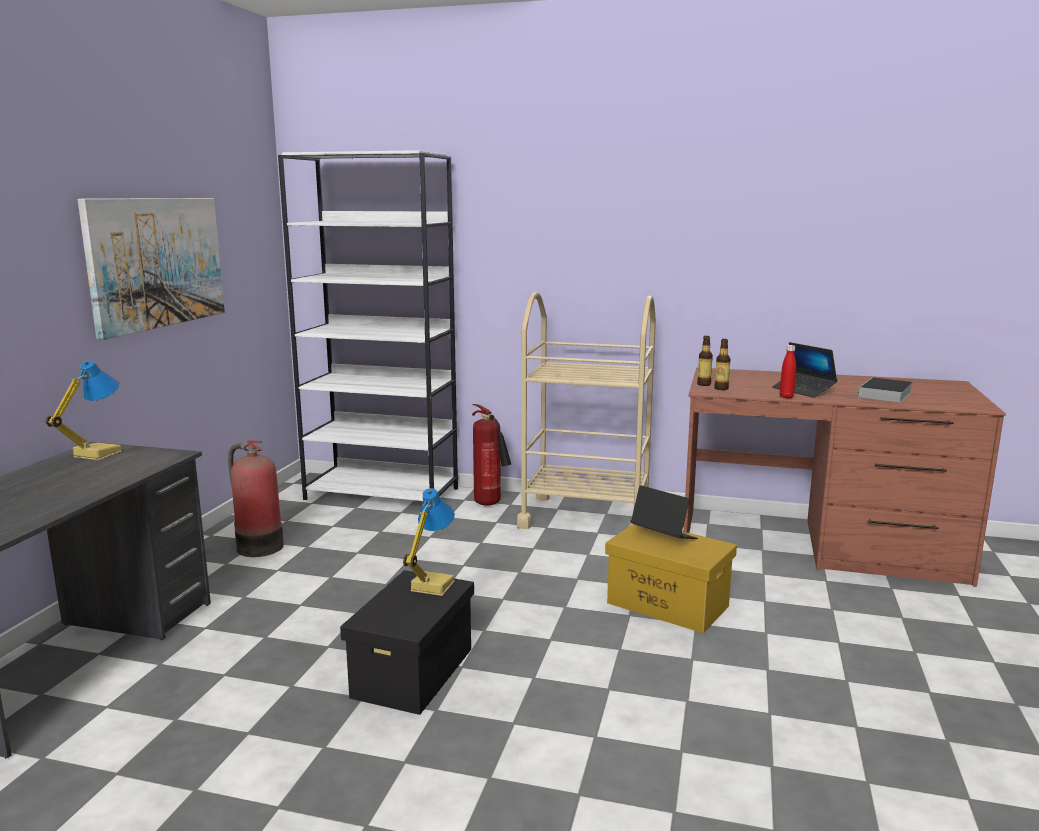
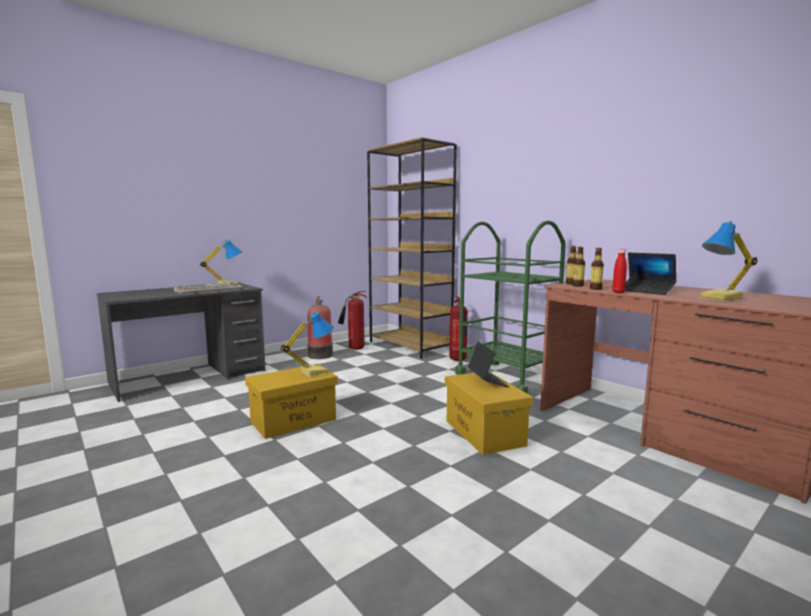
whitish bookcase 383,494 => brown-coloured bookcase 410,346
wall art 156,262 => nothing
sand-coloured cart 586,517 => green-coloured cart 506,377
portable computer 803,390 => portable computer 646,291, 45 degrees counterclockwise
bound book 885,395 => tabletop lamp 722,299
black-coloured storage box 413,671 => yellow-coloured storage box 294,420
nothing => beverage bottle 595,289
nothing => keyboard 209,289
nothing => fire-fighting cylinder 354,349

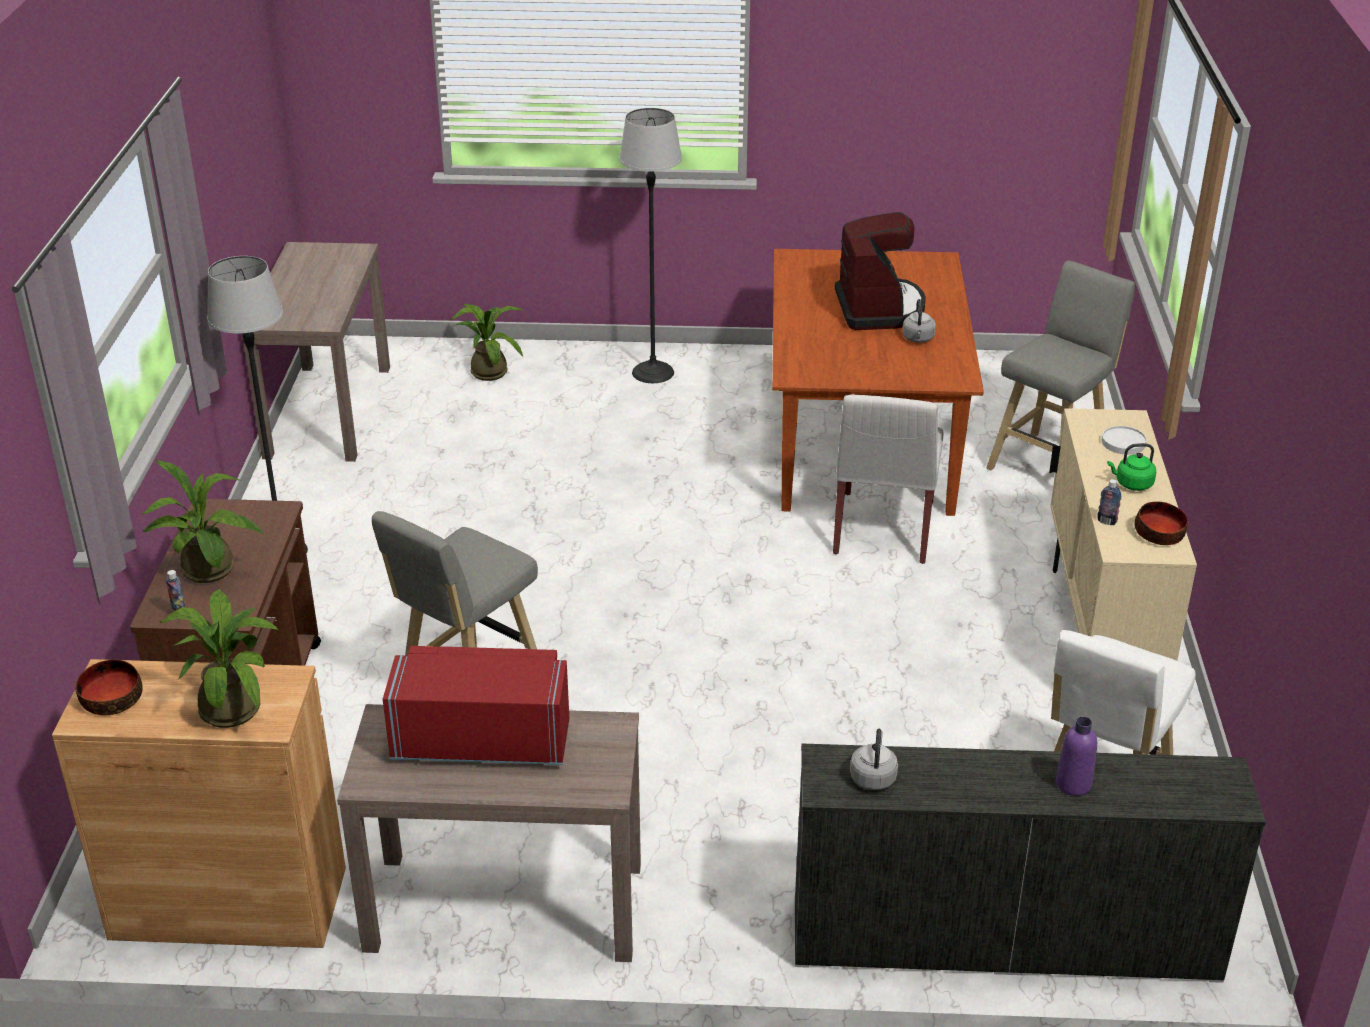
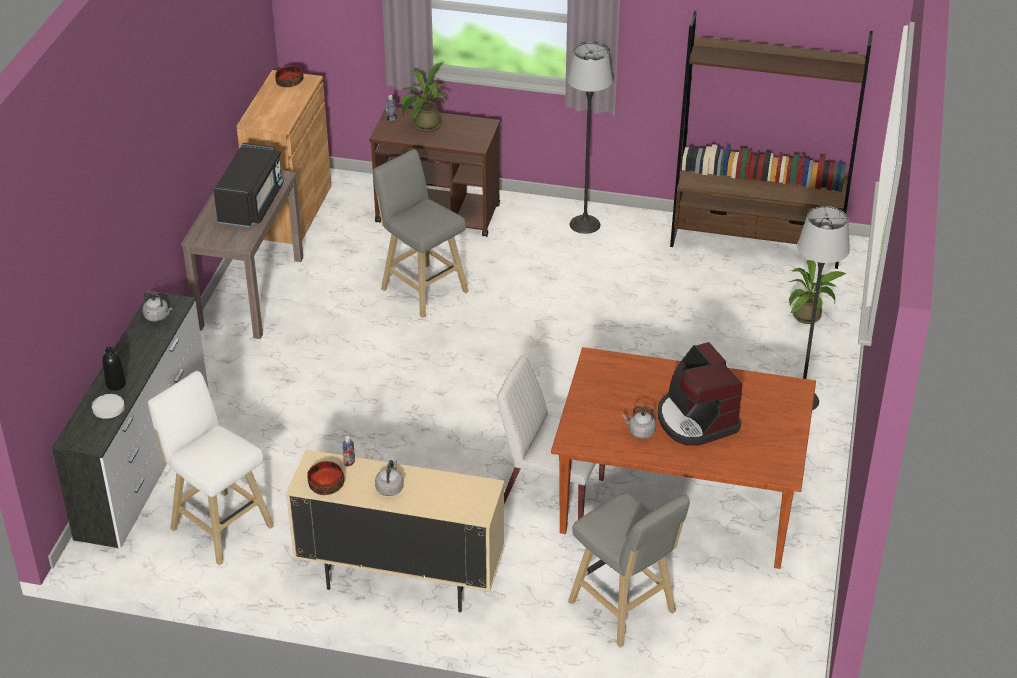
coffee brewer 879,308 => coffee brewer 696,420, 60 degrees clockwise
brown-coloured narrow table 328,410 => brown-coloured bookcase 756,242
whitish dinner plate 1123,443 => whitish dinner plate 108,408, shifted
green-coloured water kettle 1131,484 => grey water kettle 390,488
plant in a pot 233,705 => nothing
red kitchen microwave 482,741 => black-coloured kitchen microwave 251,204
purplish beverage bottle 1073,784 => black-coloured beverage bottle 116,384

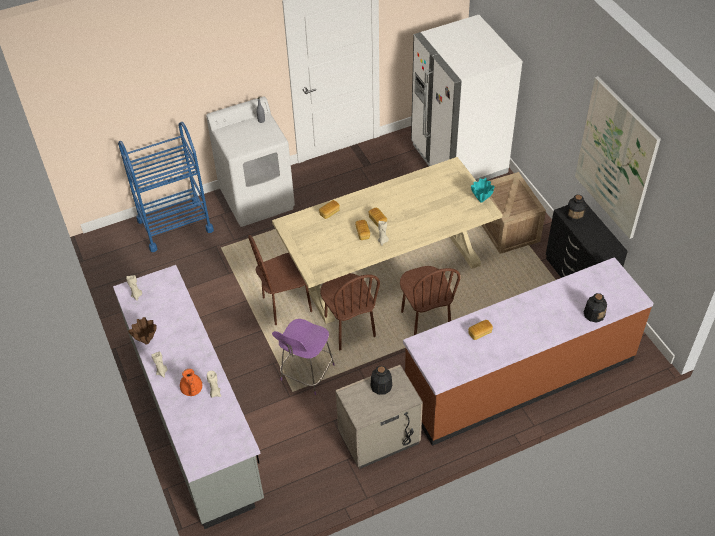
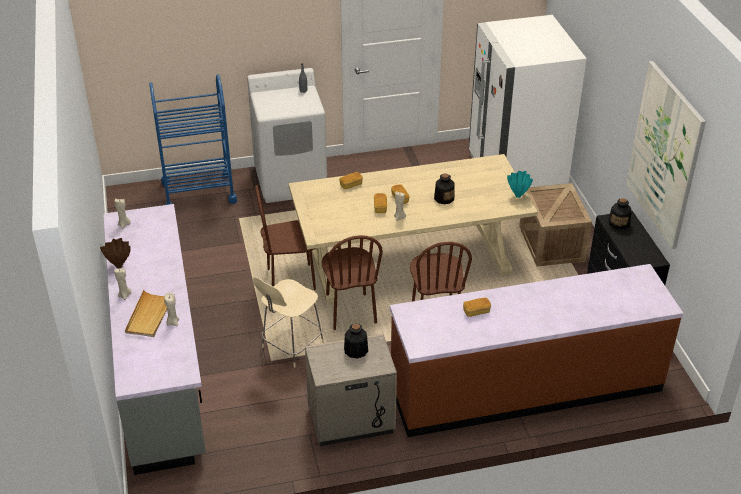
beverage bottle 594,314 => beverage bottle 444,198, shifted
purplish stool 306,374 => sand-coloured stool 291,346
orangey pot for tea 192,390 => sand-coloured tray 149,315

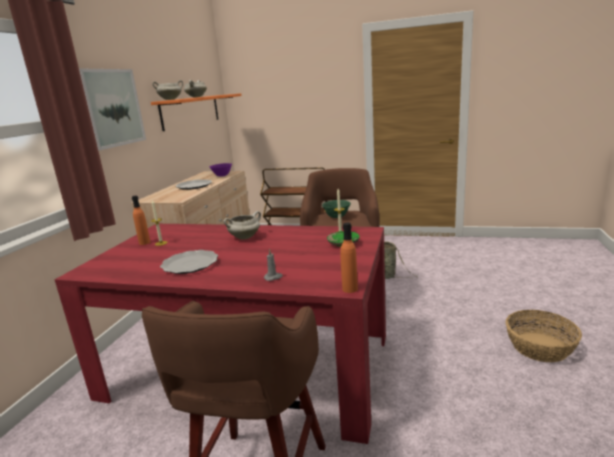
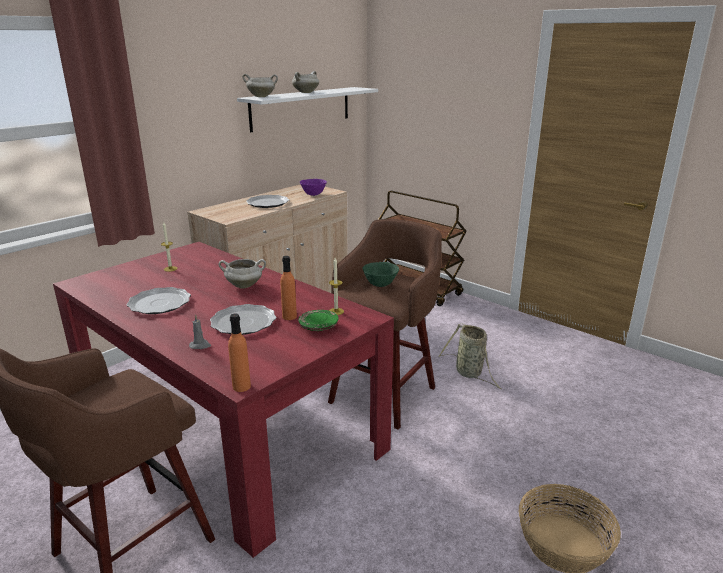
wall art 111,108 => nothing
orangey bracket shelf 191,111 => whitish bracket shelf 301,108
orangey beverage bottle 144,243 => orangey beverage bottle 289,316, shifted
nothing => dinner plate 244,322

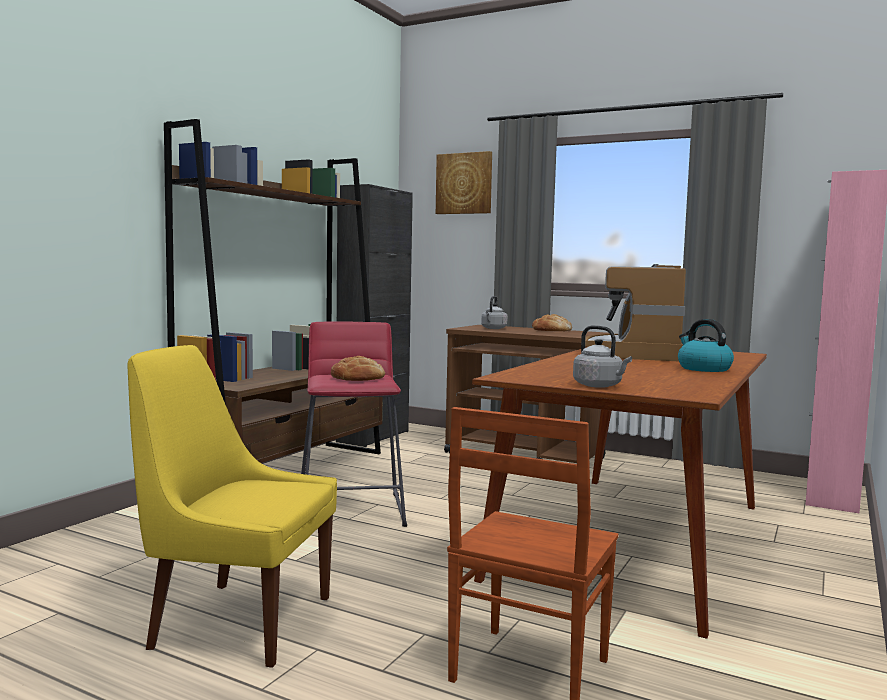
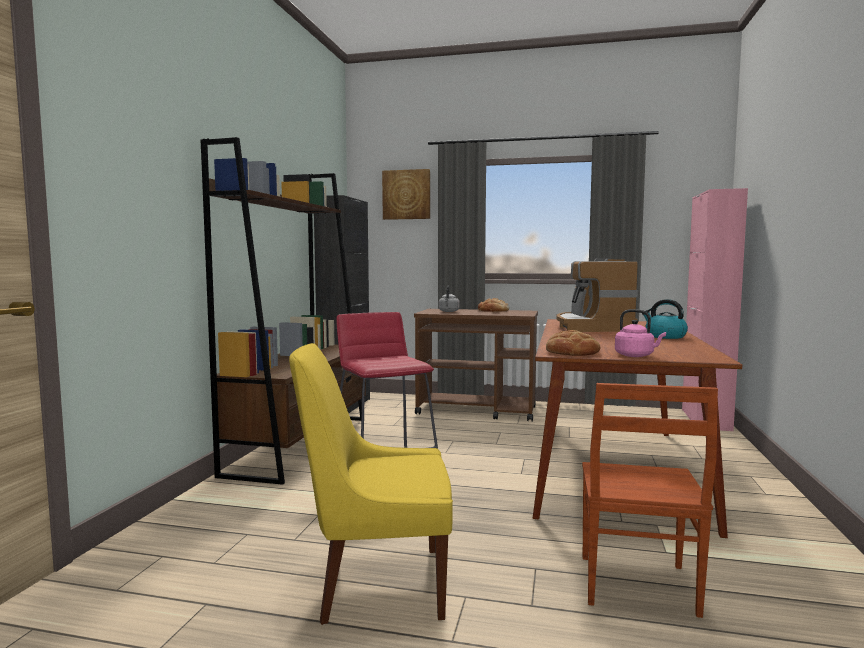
grey water kettle 599,386 => pink-coloured water kettle 636,355
bread 358,378 => bread 572,352, shifted

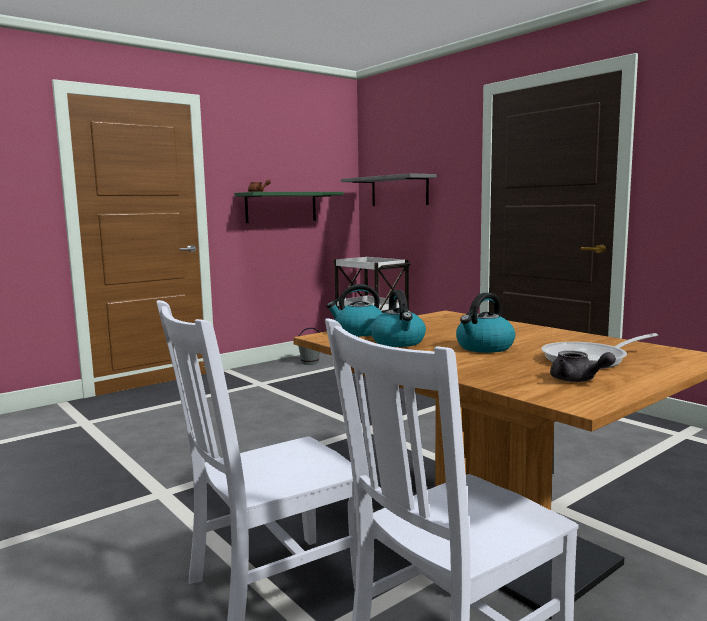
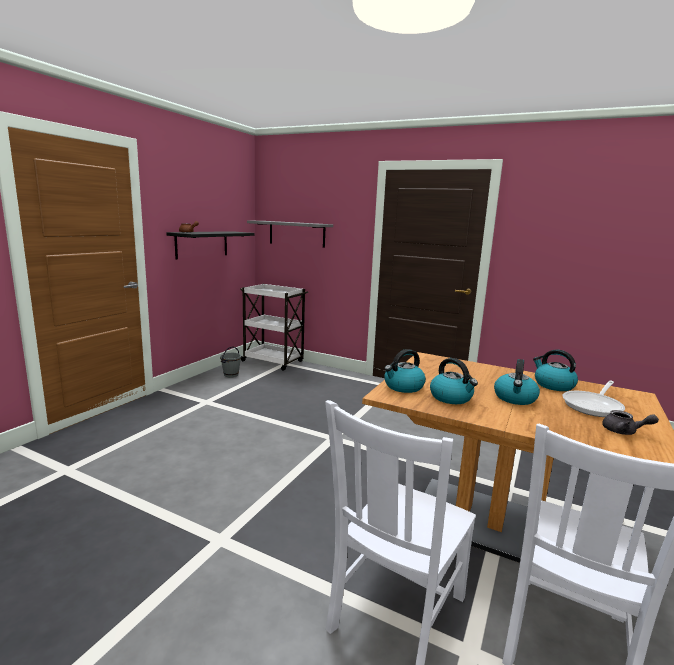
green-coloured bracket shelf 281,207 => black-coloured bracket shelf 202,244
nothing => water kettle 553,385

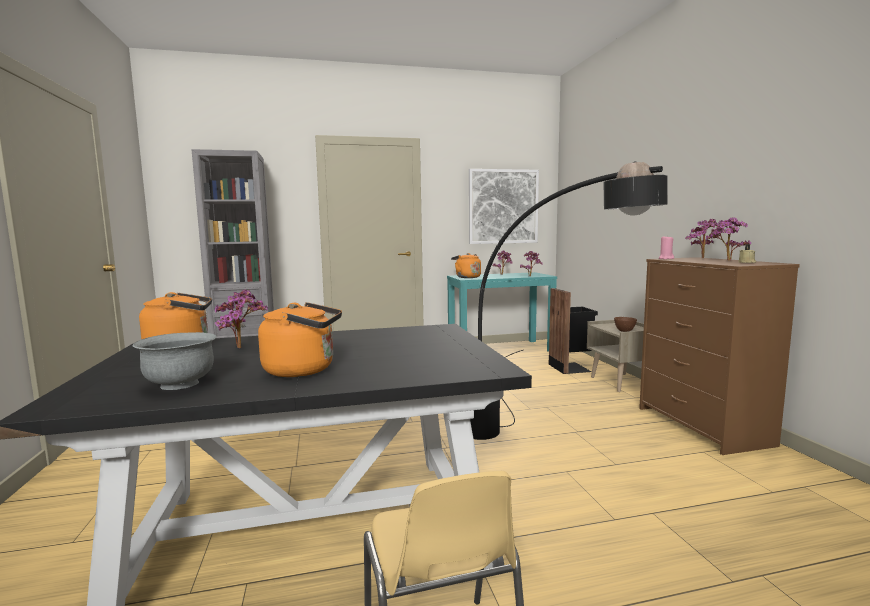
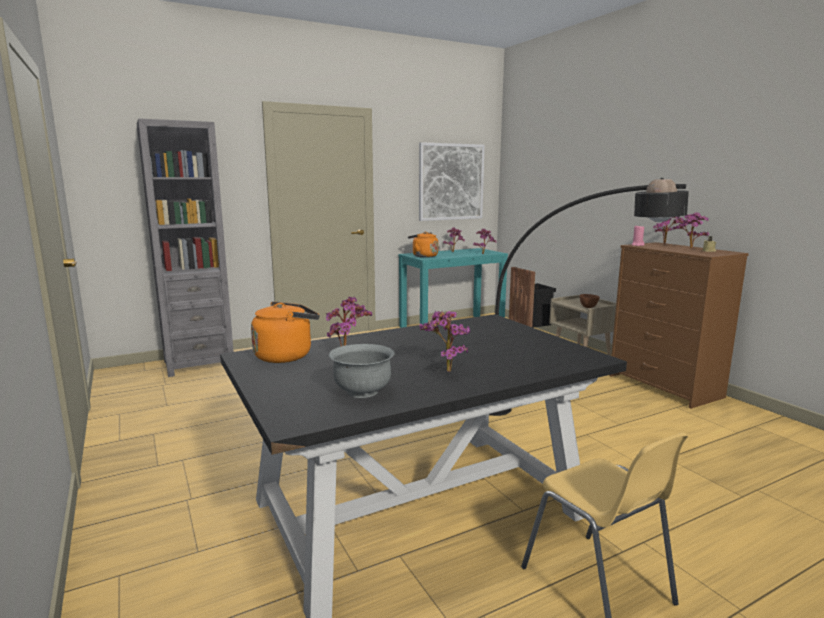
orangey water kettle 304,370 => plant in a pot 445,370

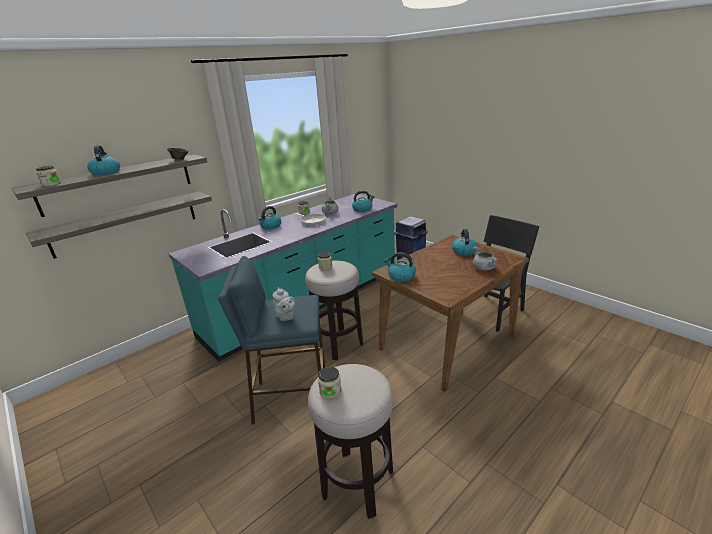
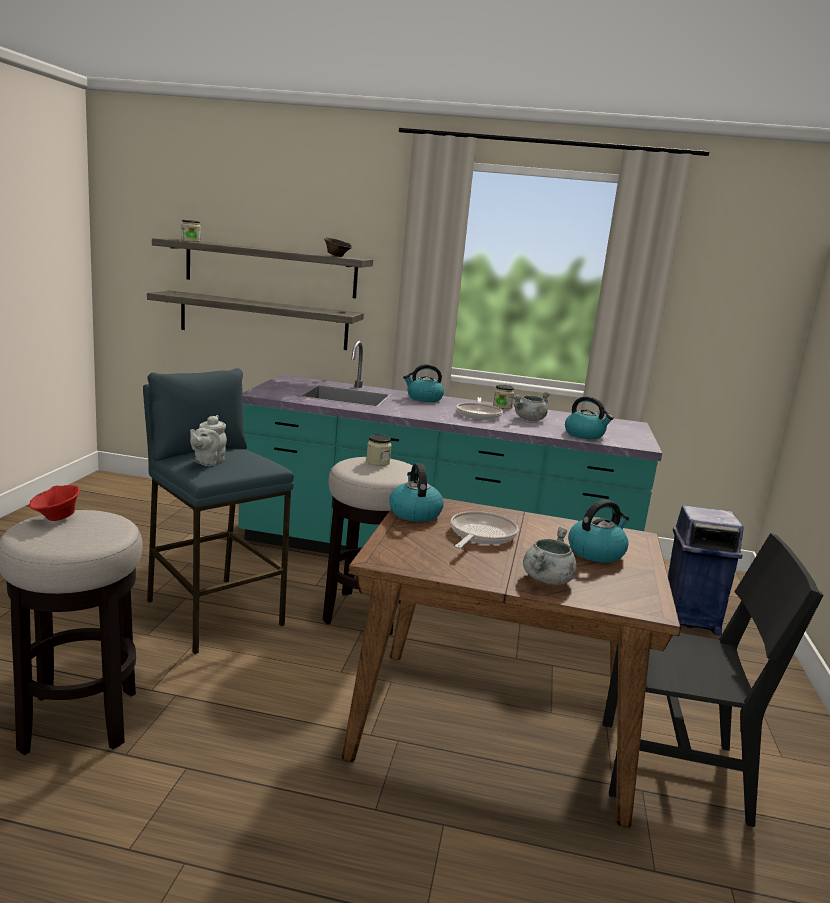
water kettle 106,172 => nothing
storage jar 330,391 => red deep dish 56,518
nothing => pan 481,535

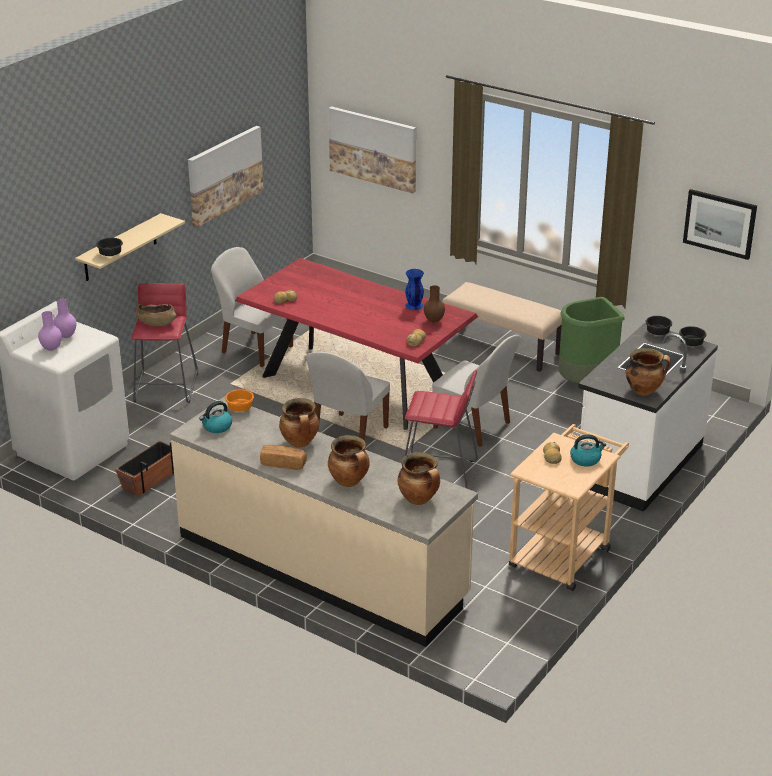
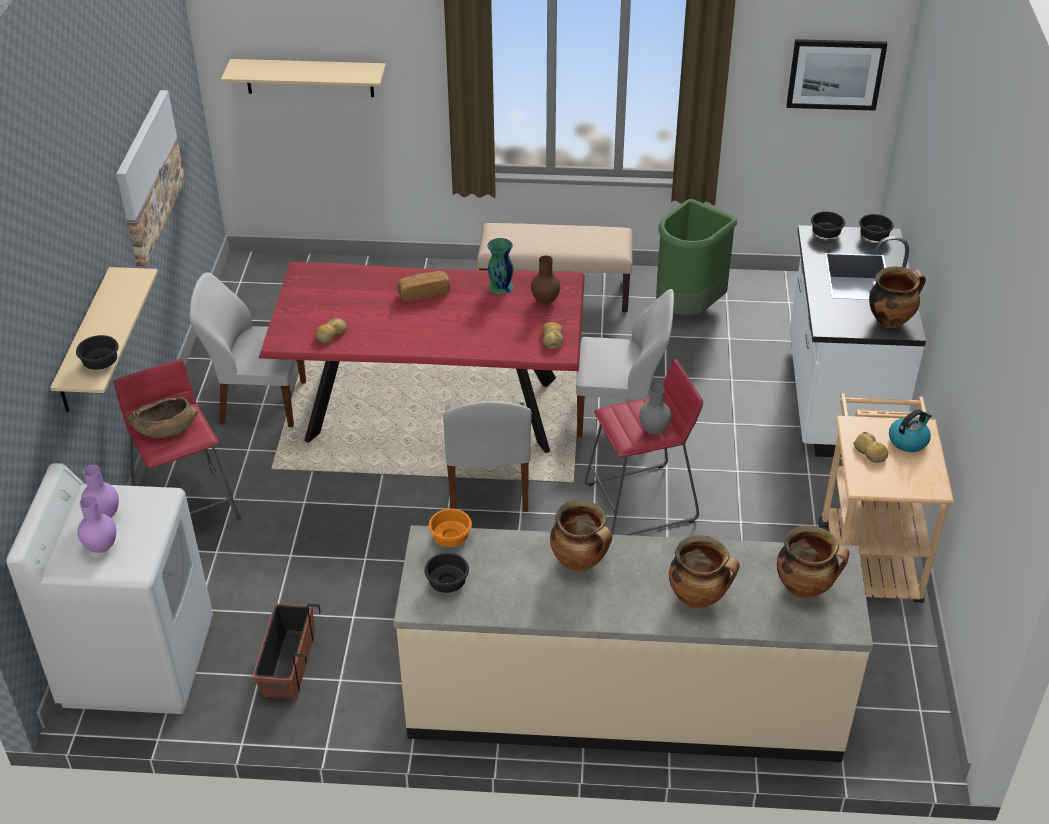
wall art 373,148 => sand-coloured bracket shelf 309,78
bluish decorative vase 414,305 => green-coloured decorative vase 500,287
water kettle 217,427 => black-coloured deep dish 448,582
bread 283,464 => bread 424,293, shifted
nothing => grey decorative vase 653,430

